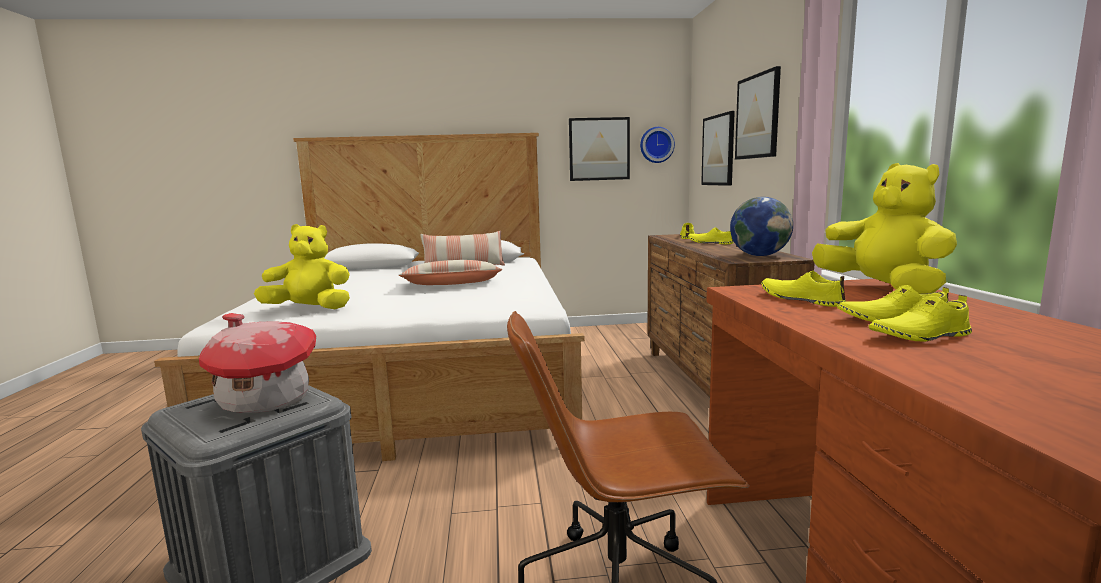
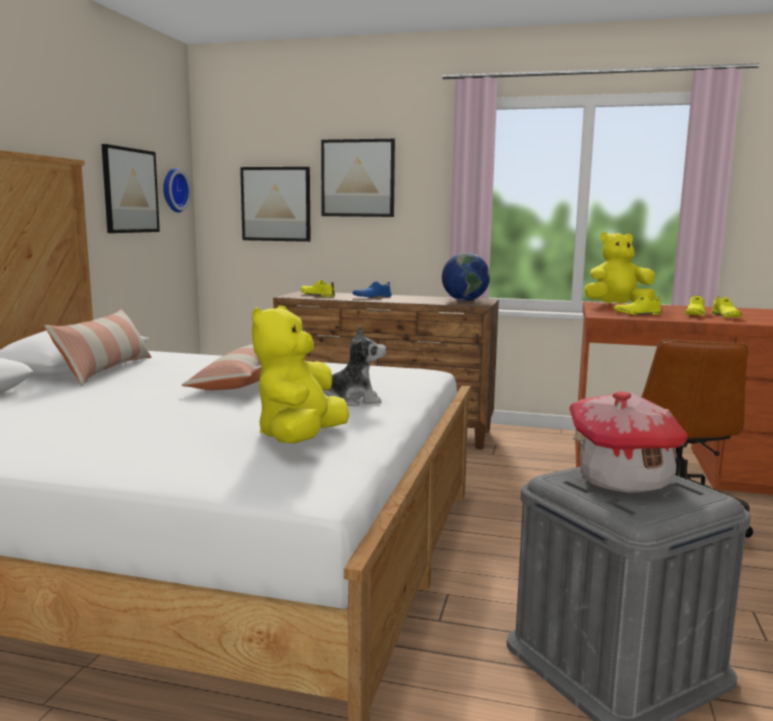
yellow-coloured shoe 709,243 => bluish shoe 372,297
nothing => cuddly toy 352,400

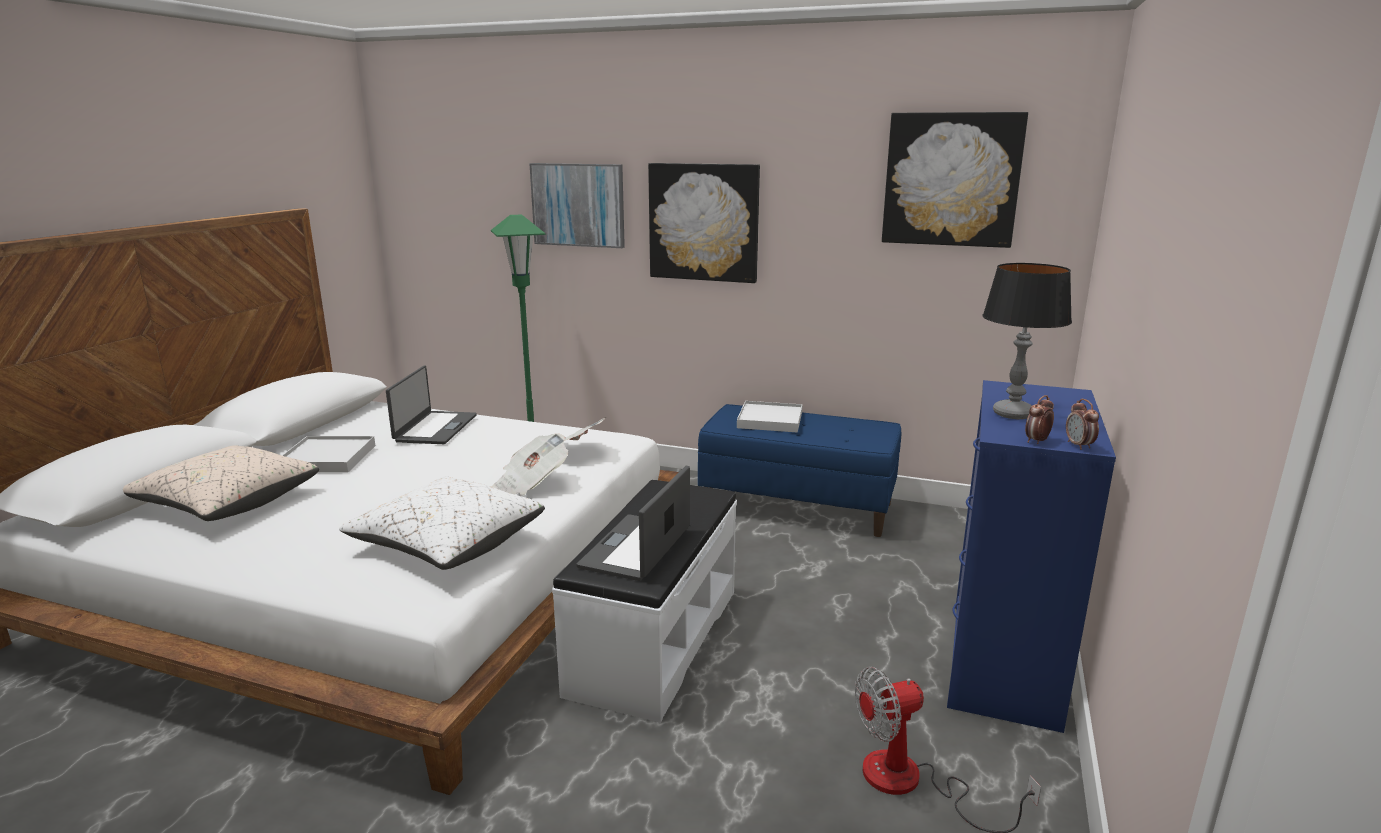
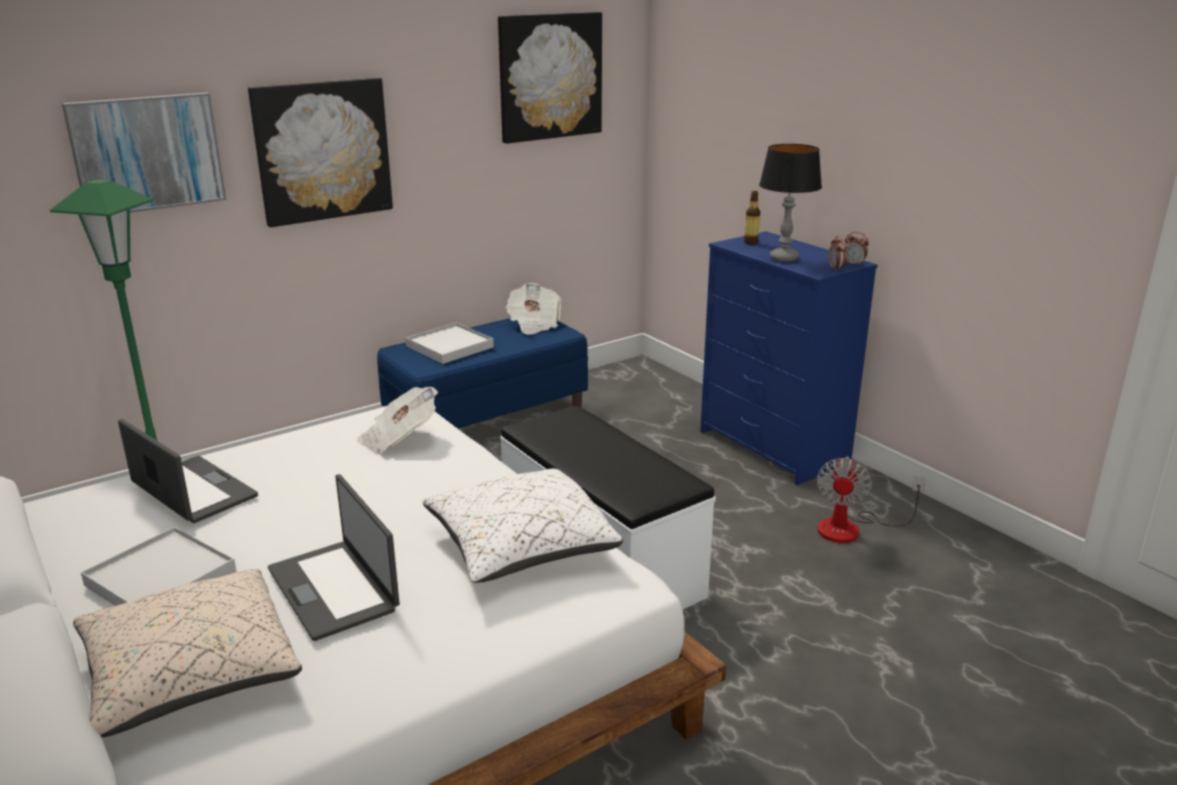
daily paper 531,484 => daily paper 534,324, shifted
portable computer 637,548 => portable computer 334,588, shifted
nothing => beverage bottle 751,242

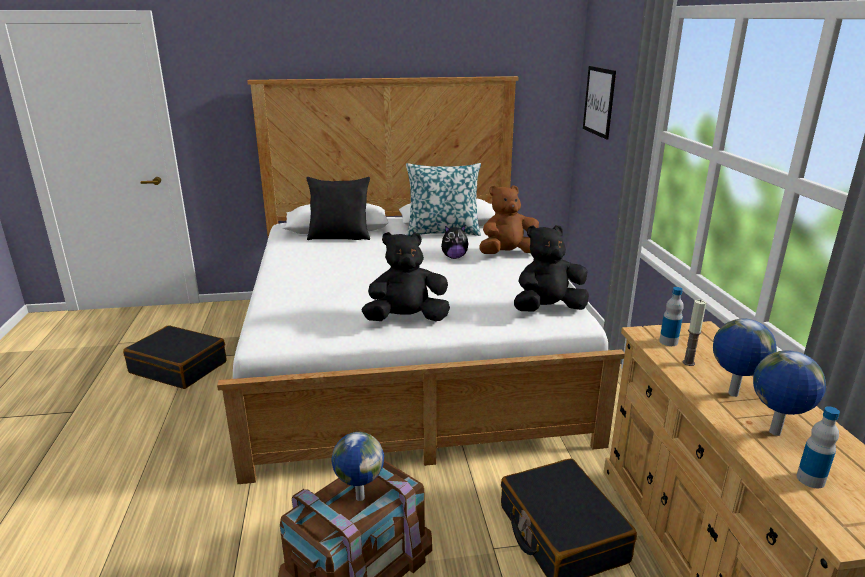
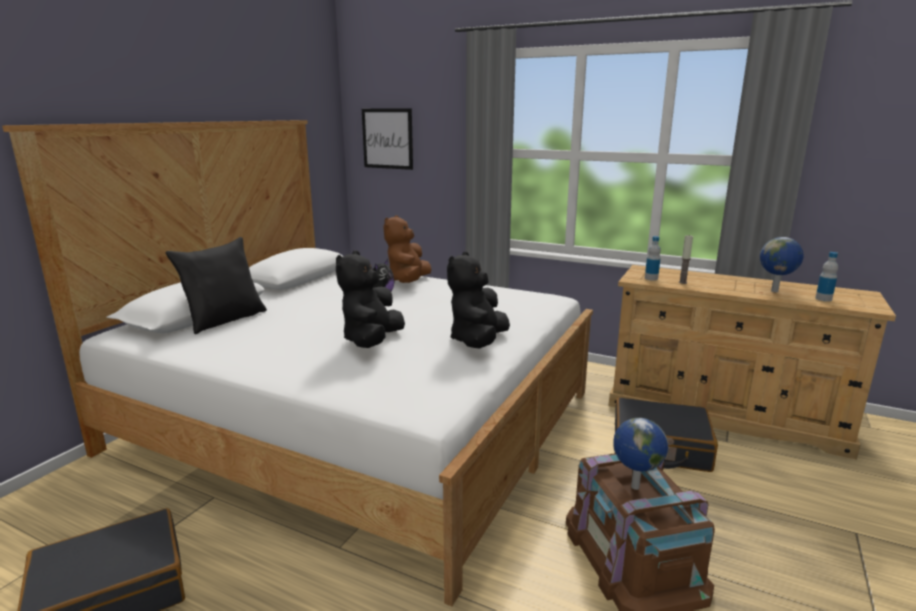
throw pillow 443,232 => nothing
black-coloured cuddly toy 548,309 => black-coloured cuddly toy 372,341, shifted
globe 732,394 => nothing

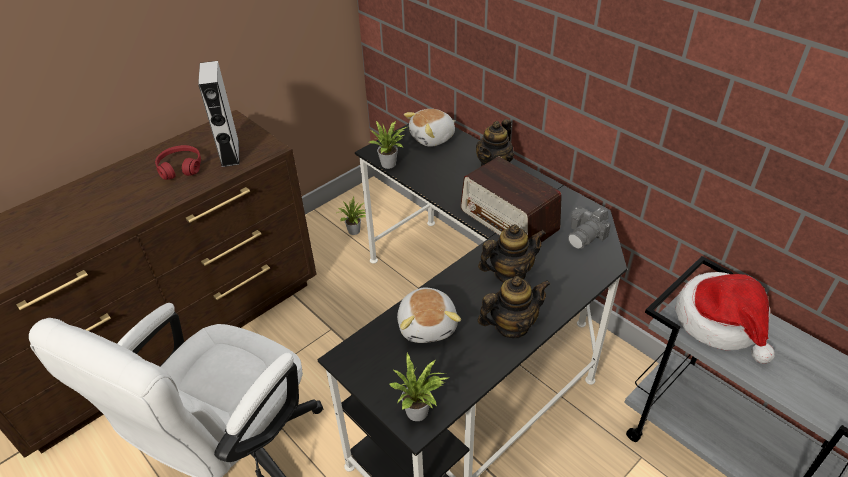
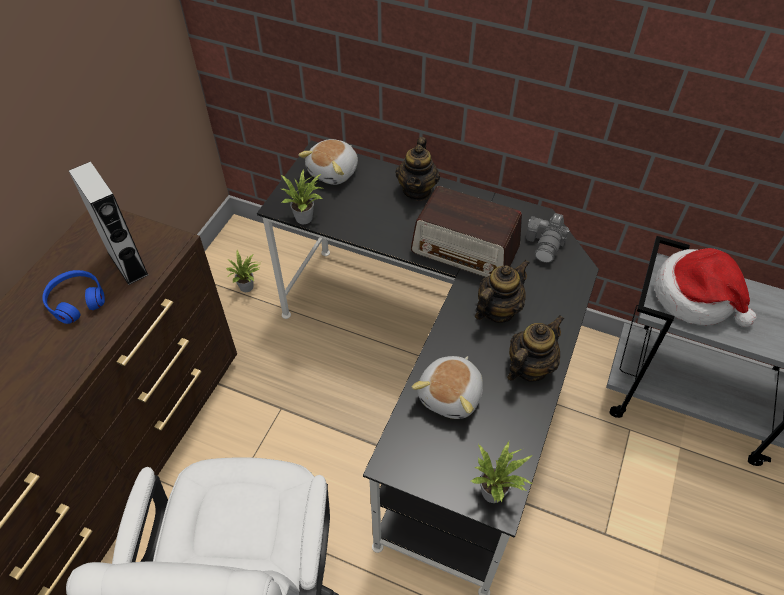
red headphones 180,167 => bluish headphones 76,301
cuddly toy 428,325 => cuddly toy 451,395, 60 degrees clockwise

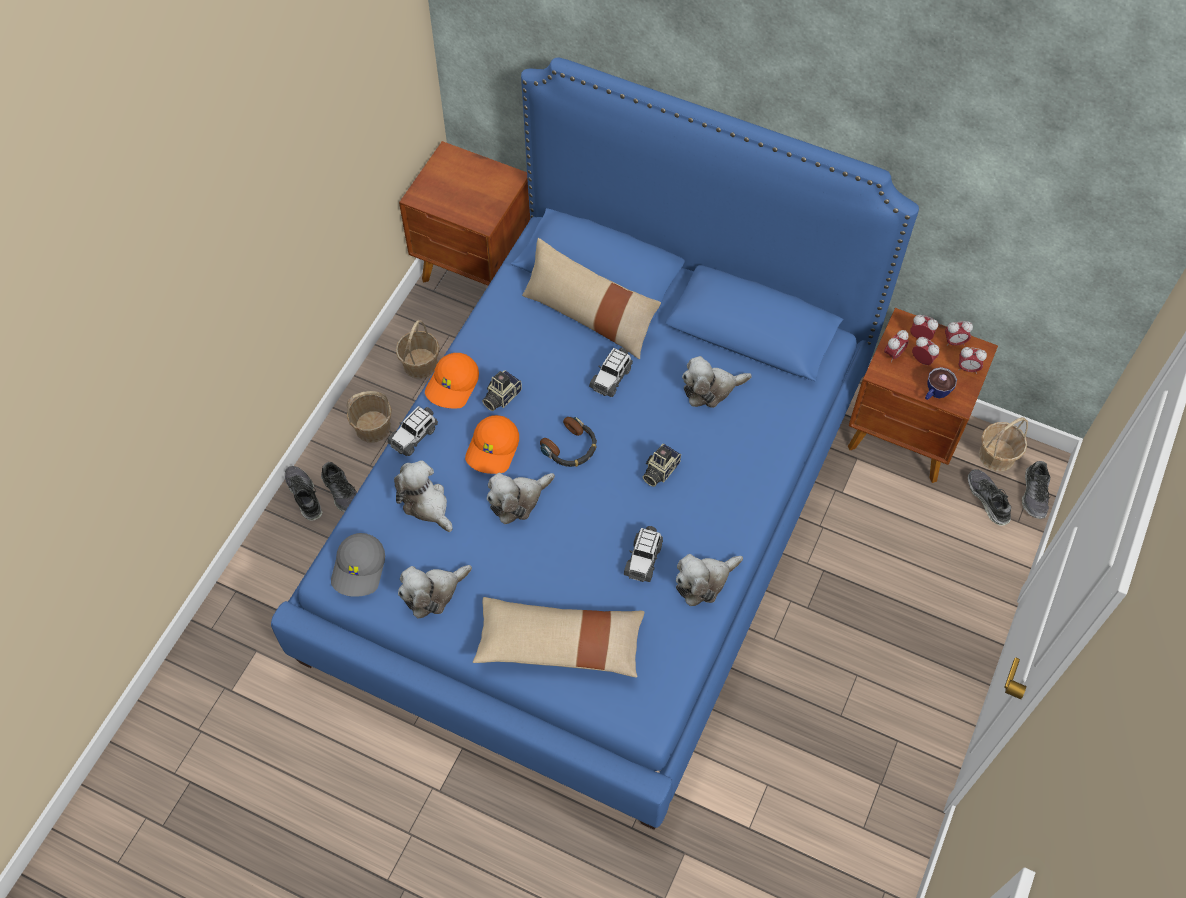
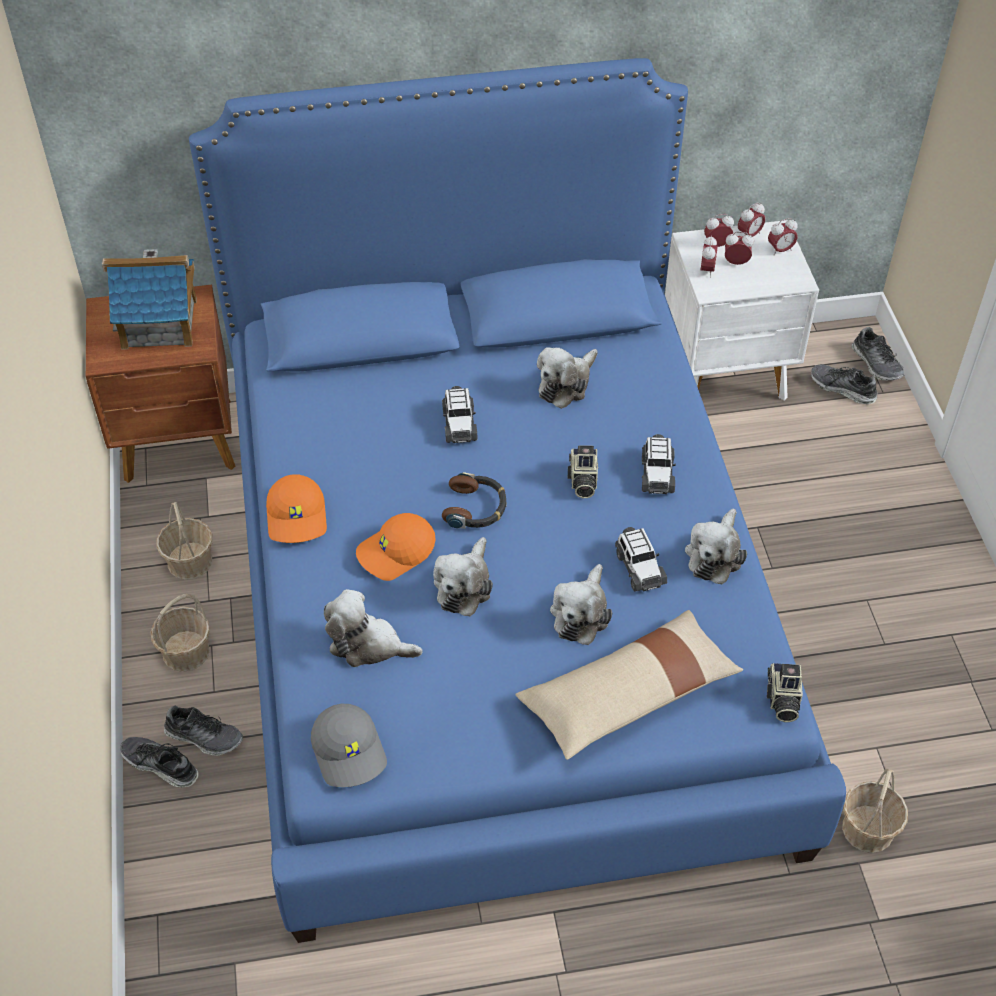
sand-coloured throw pillow 589,316 => nothing
brown-coloured bedside table 905,436 => whitish bedside table 727,374
small cup 935,393 => nothing
still camera 500,396 => still camera 782,699, shifted
model car 414,435 => model car 657,474, shifted
orangey peaked cap 493,449 => orangey peaked cap 396,553, 75 degrees clockwise
storage basket 996,455 => storage basket 867,829, shifted
cuddly toy 433,593 => cuddly toy 581,614, shifted
nothing => toy house 160,323

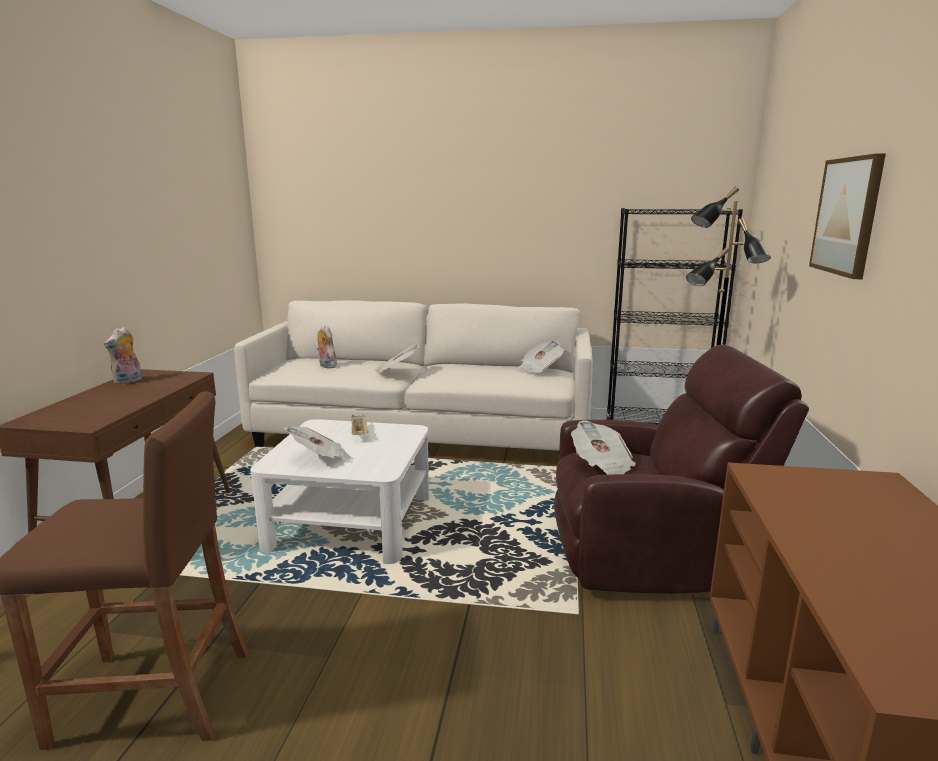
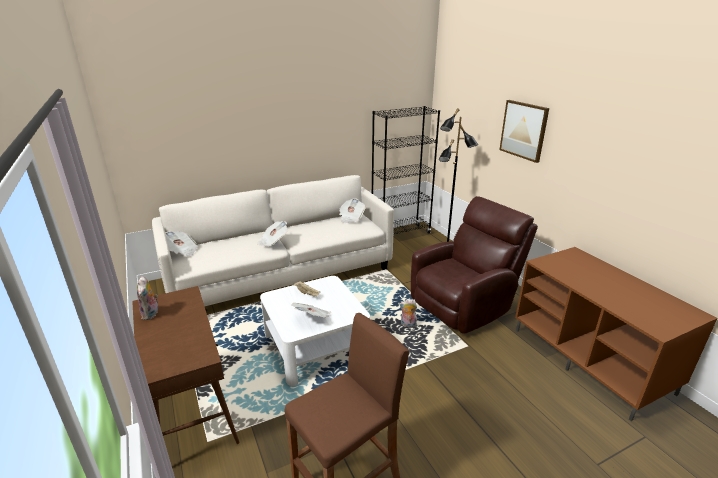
cuddly toy 326,366 => cuddly toy 408,325, shifted
daily paper 602,465 => daily paper 182,251, shifted

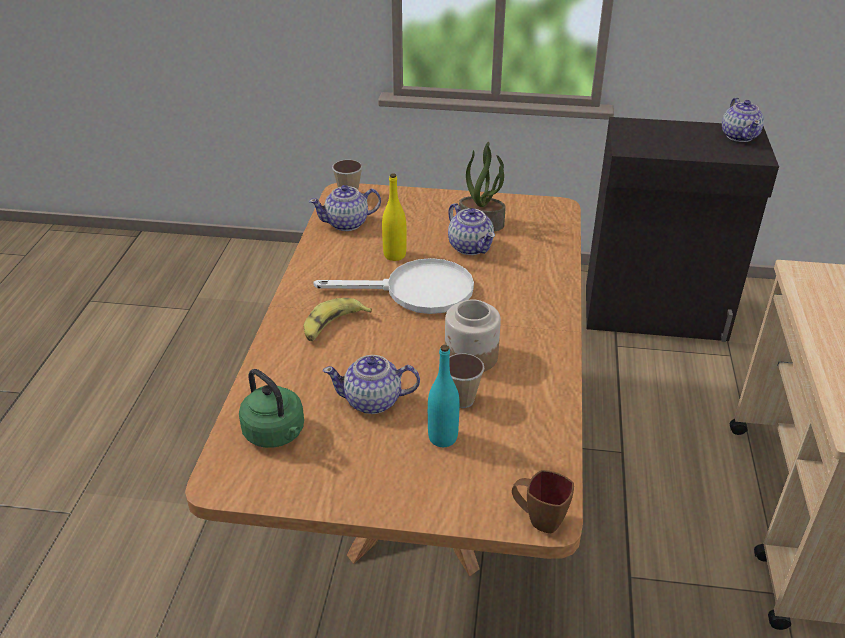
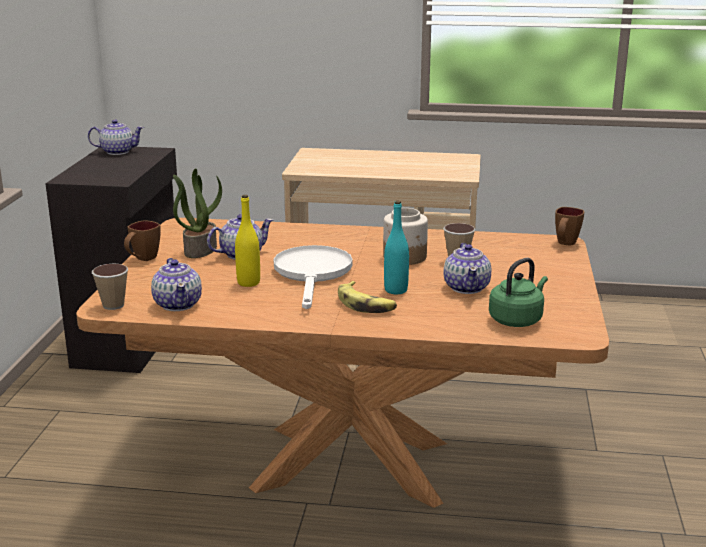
blue-green beverage bottle 442,438 => blue-green beverage bottle 396,290, shifted
nothing => brown-coloured tea mug 142,259

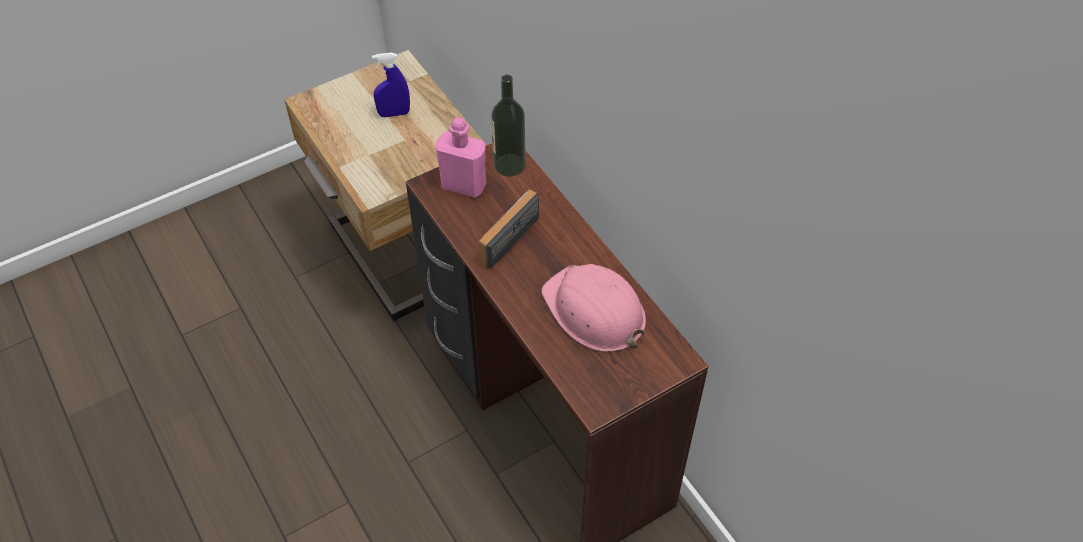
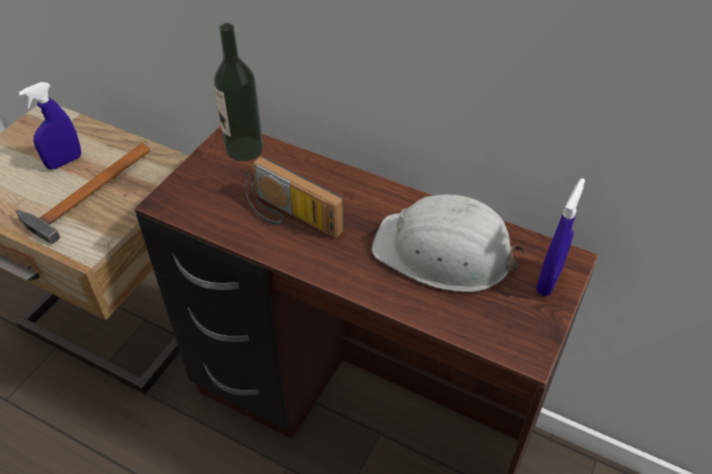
pink-coloured beverage bottle 463,185 => nothing
radio set 505,235 => radio set 290,217, 60 degrees counterclockwise
pink-coloured safety helmet 594,311 => whitish safety helmet 444,252
nothing => hammer 85,194
nothing => bluish sprayer 548,280

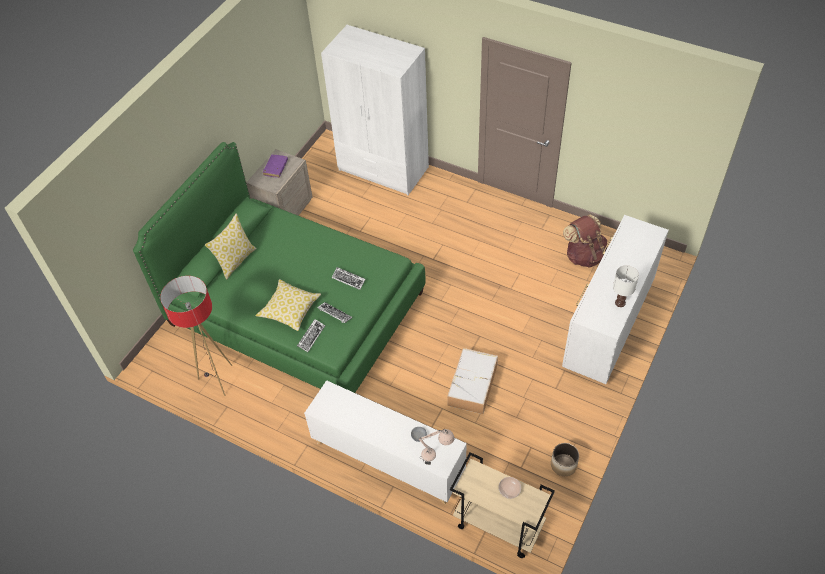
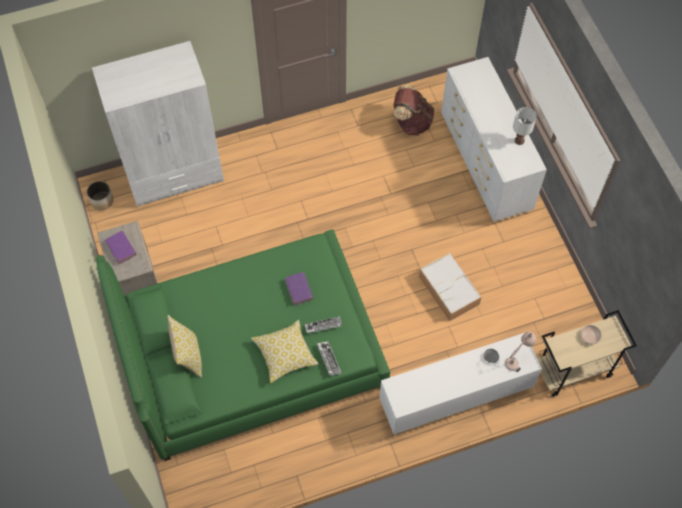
keyboard 348,279 => purplish bound book 299,290
standing lamp 218,379 => nothing
planter 563,465 => planter 102,201, shifted

